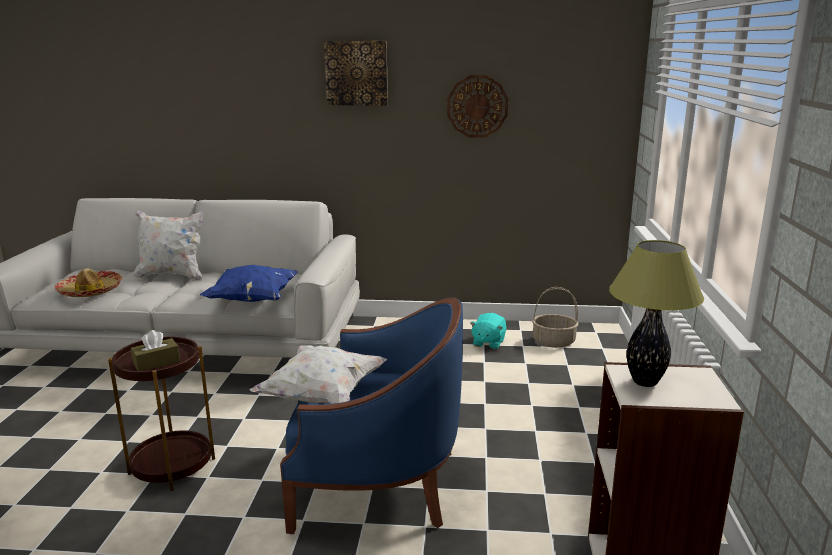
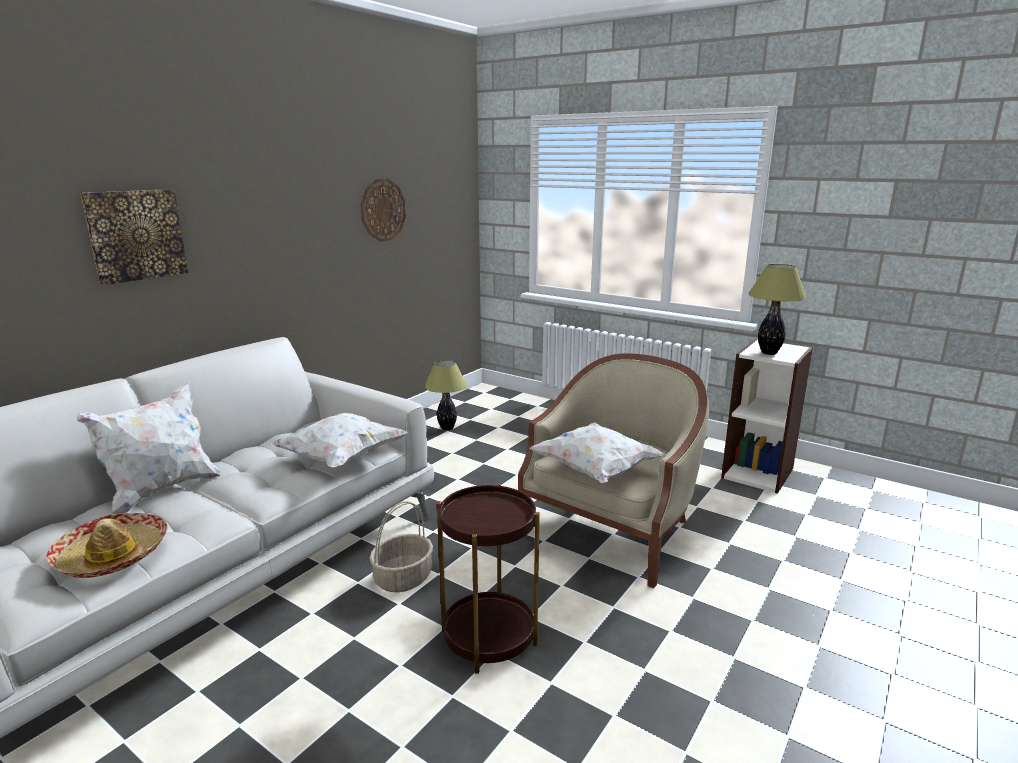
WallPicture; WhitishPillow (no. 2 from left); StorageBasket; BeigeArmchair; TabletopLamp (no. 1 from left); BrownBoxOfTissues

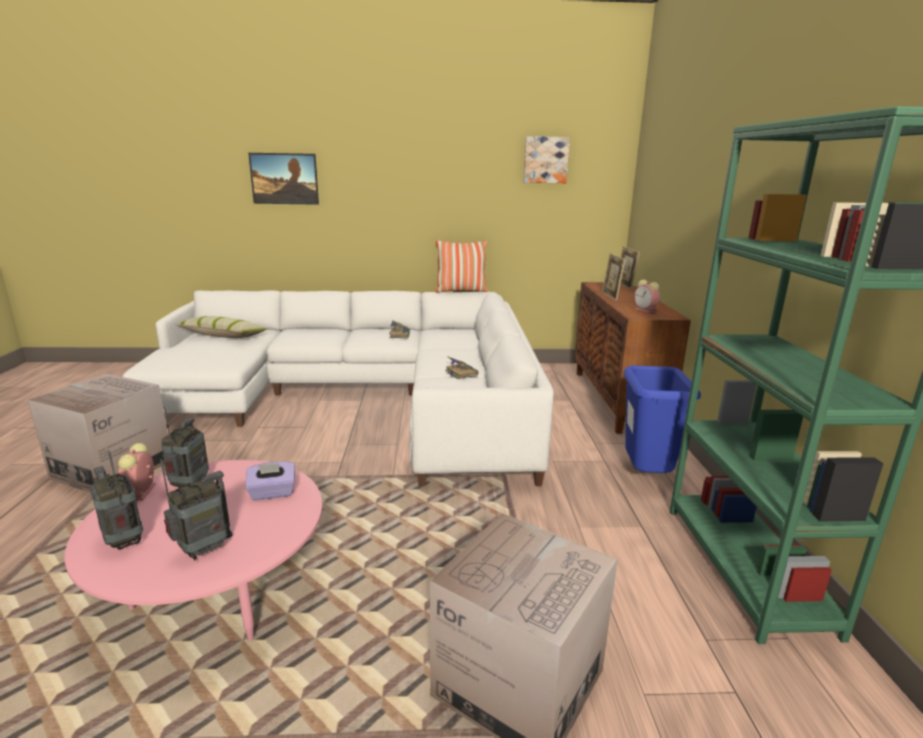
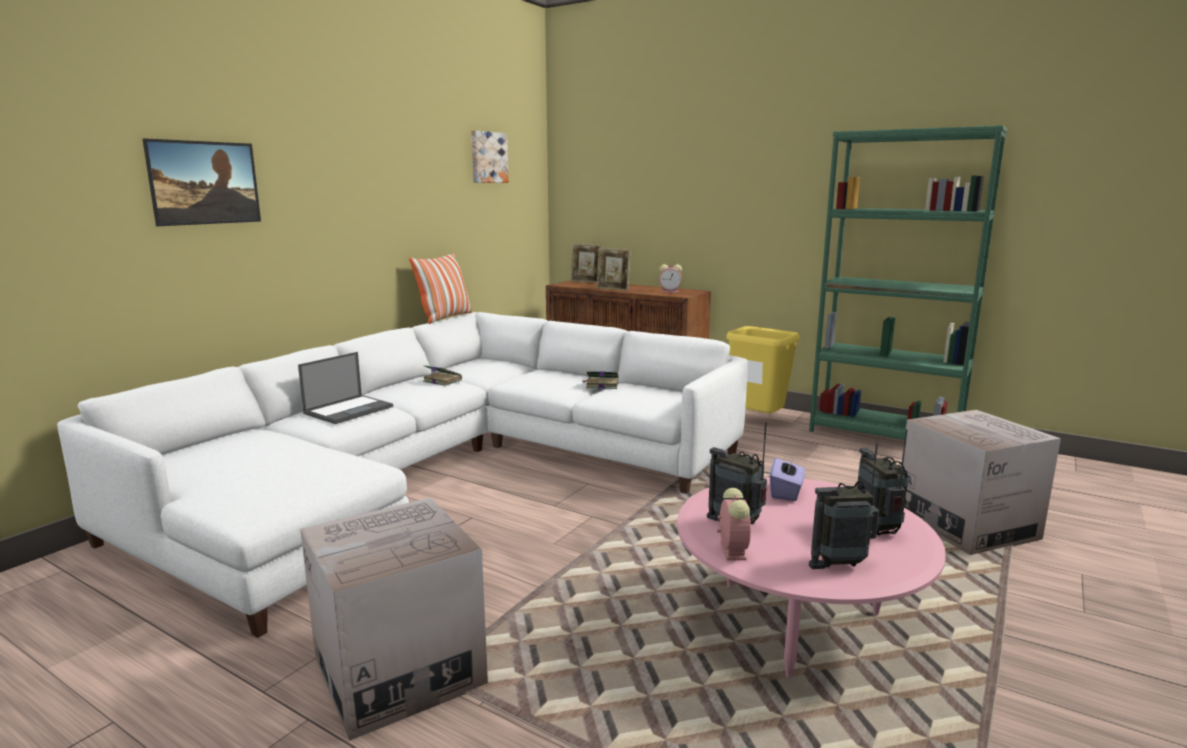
Pillow (no. 1 from left in the first image); YellowishRubbishBin; BedsideClock (no. 2 from left); Laptop

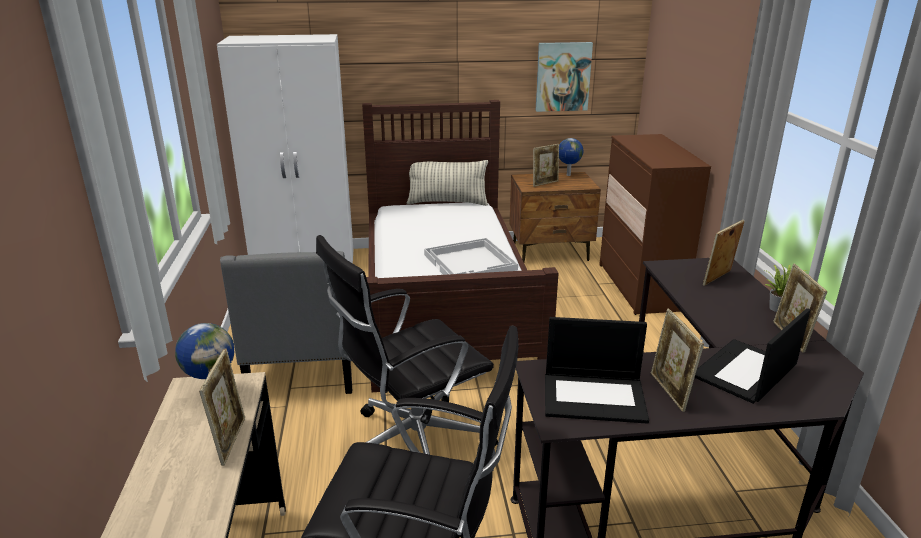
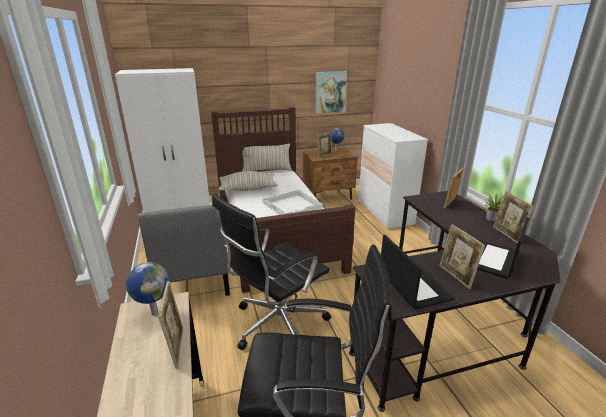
WhitishDrawerChest; Laptop (no. 1 from left); Pillow (no. 1 from left)

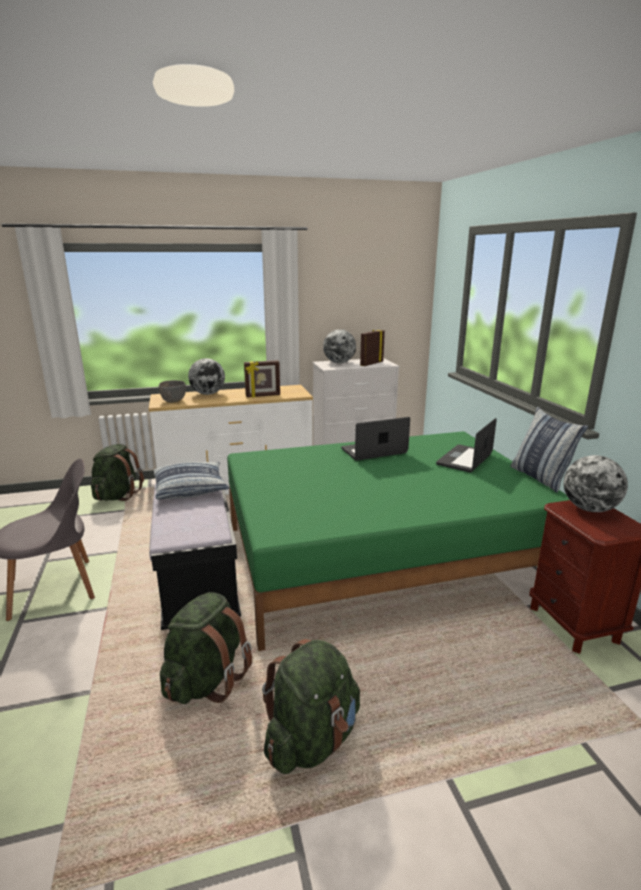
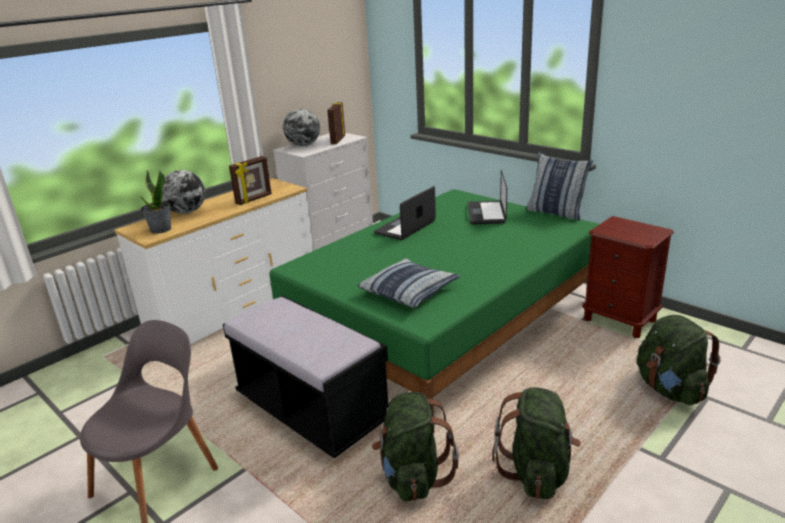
PlantInAPot; GreenishRucksack (no. 3 from left); Globe (no. 3 from left in the first image); Pillow (no. 1 from left)

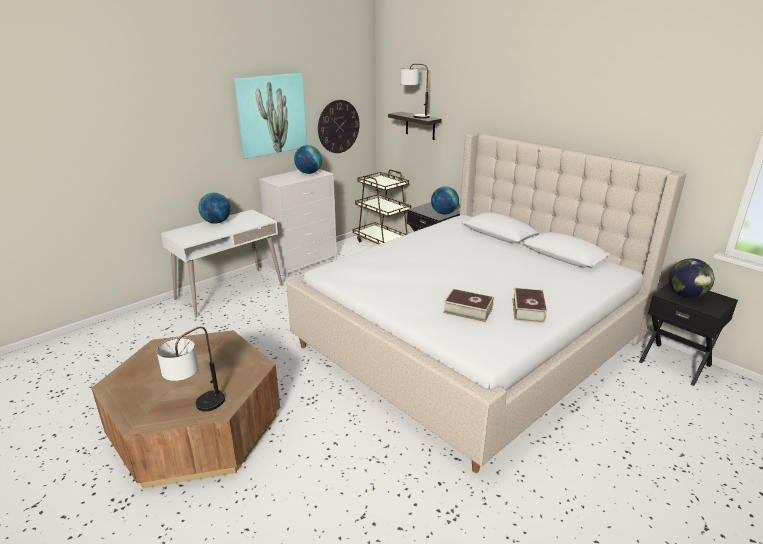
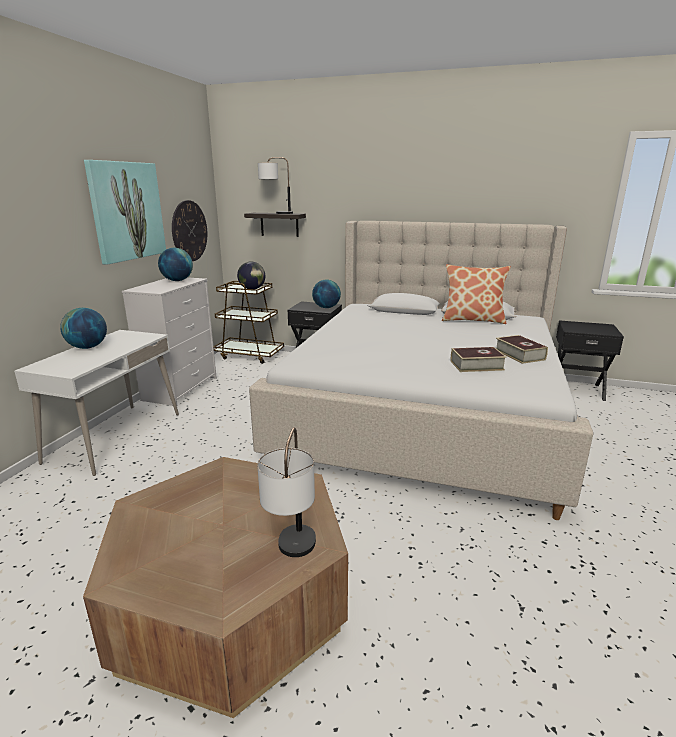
Globe (no. 3 from left); Pillow

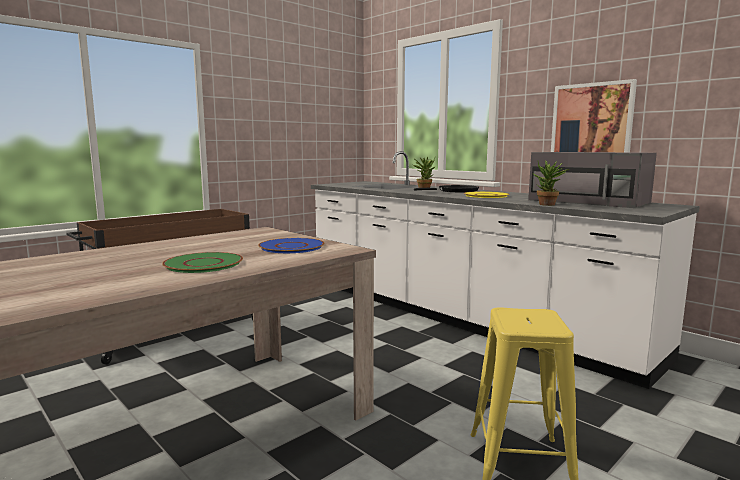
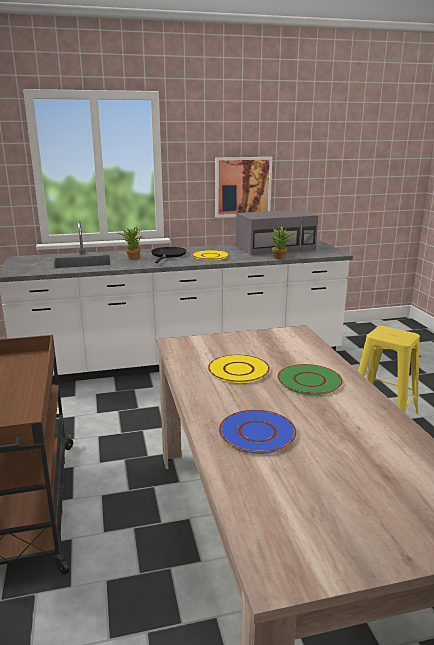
BlueDinnerPlate; YellowishDinnerPlate (no. 2 from left)

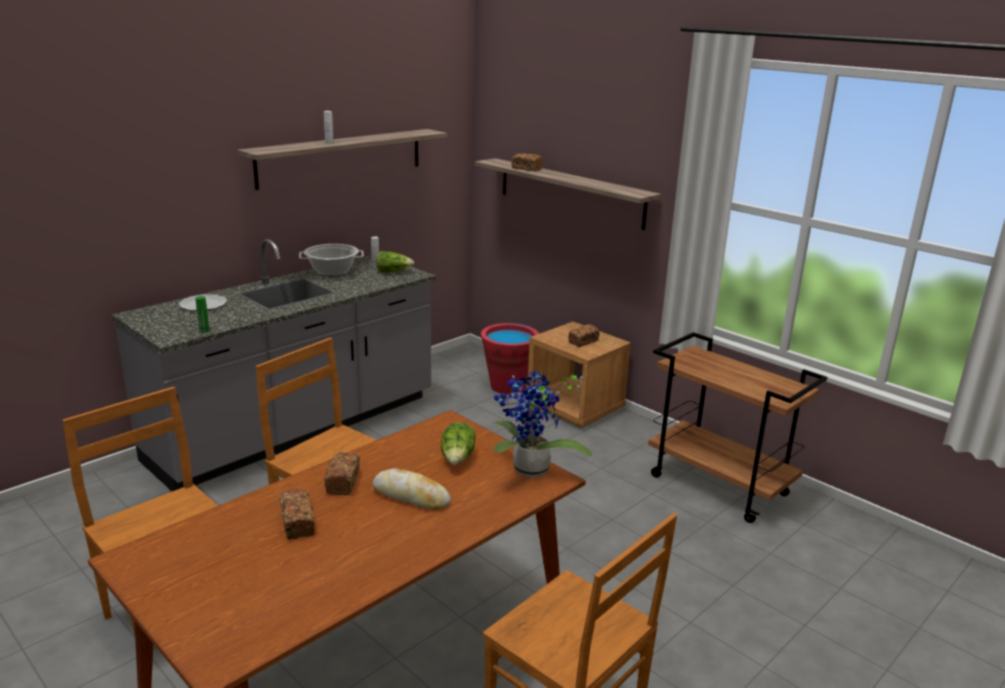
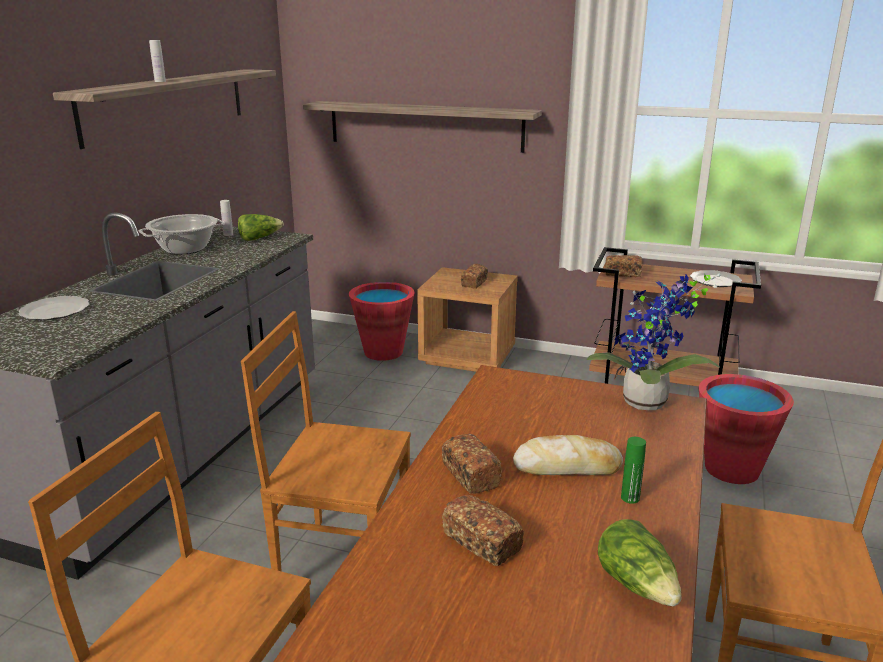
Bread (no. 5 from left); GreenishBeverageBottle; LettuceHead (no. 2 from left); DinnerPlate (no. 2 from left); RedColouredPail (no. 2 from left)

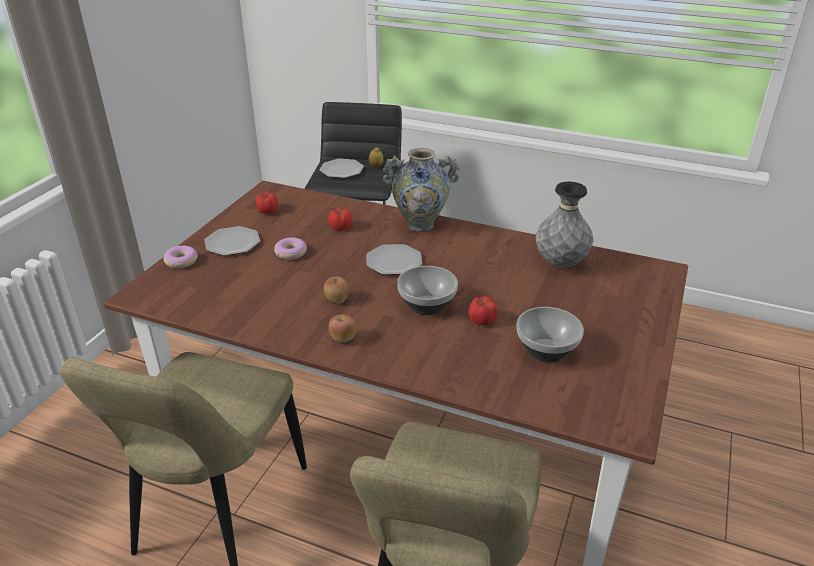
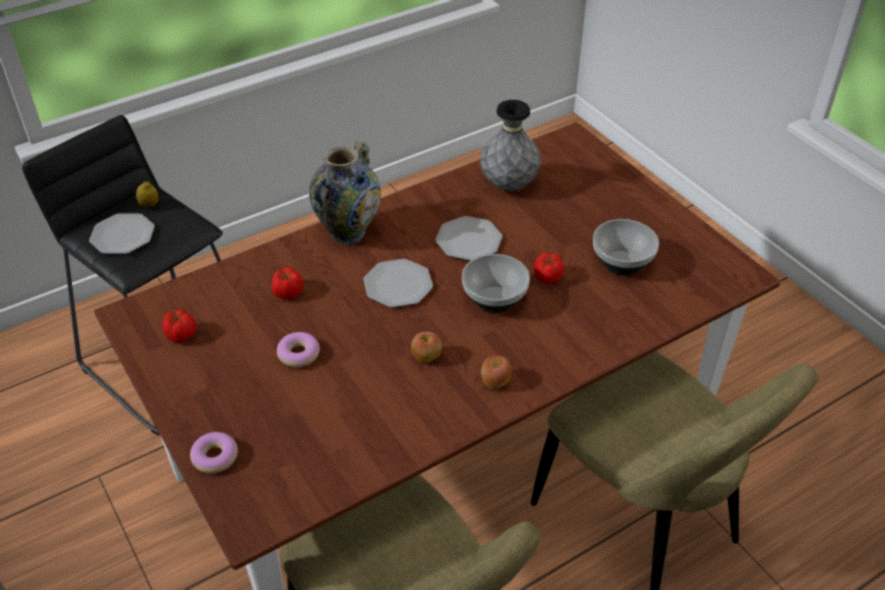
DinnerPlate (no. 3 from left)

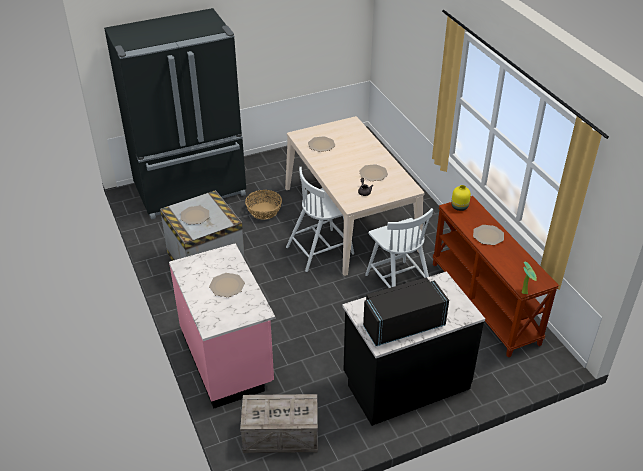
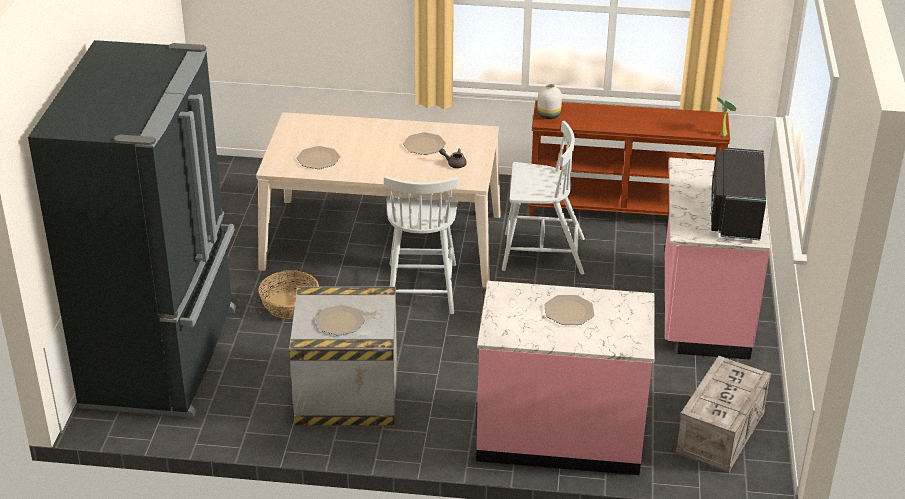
WhitishVase; DinnerPlate (no. 5 from left in the first image); PinkishCounter (no. 2 from left)

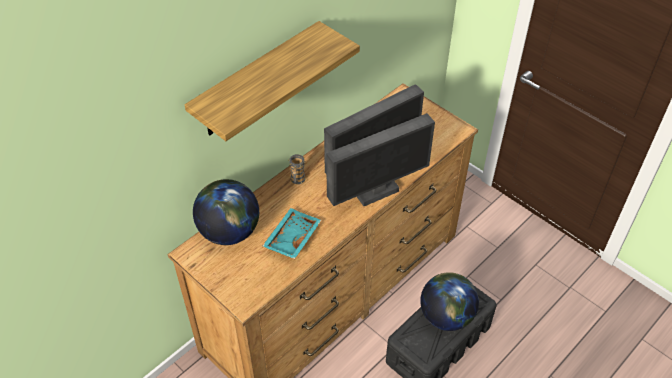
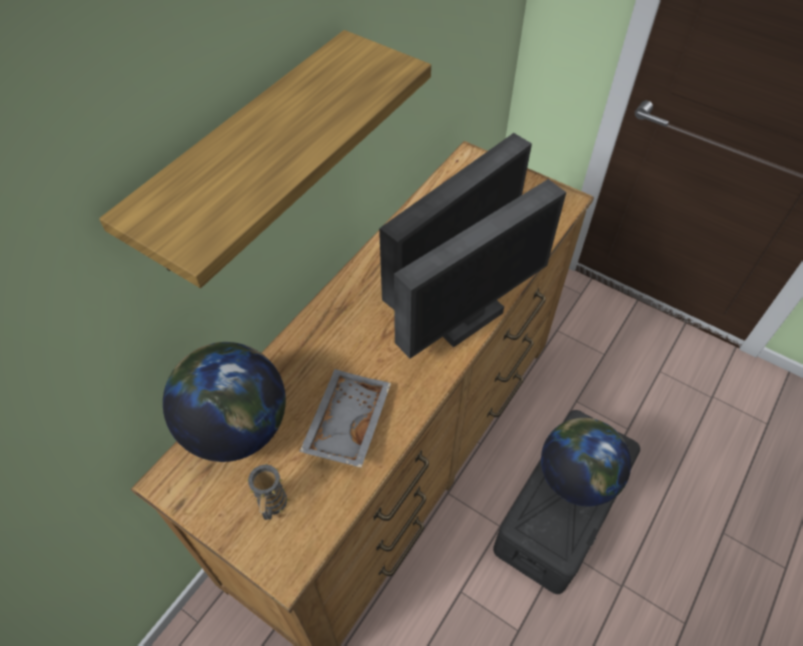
Mug; GrayCarryingTray

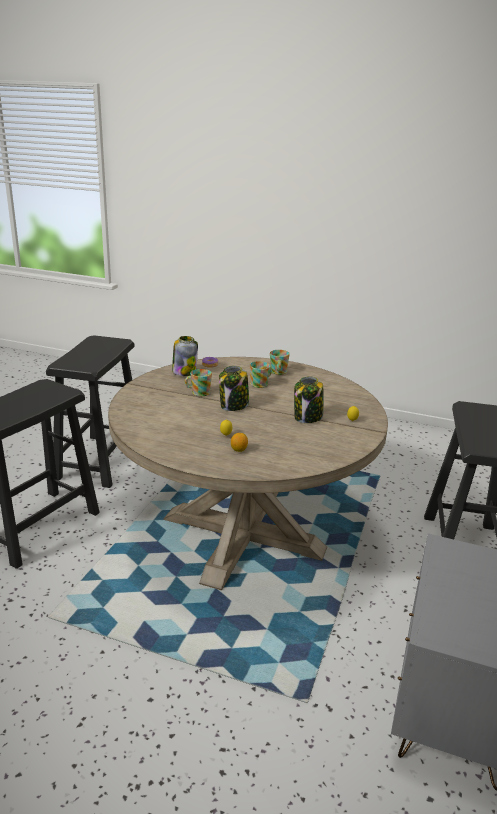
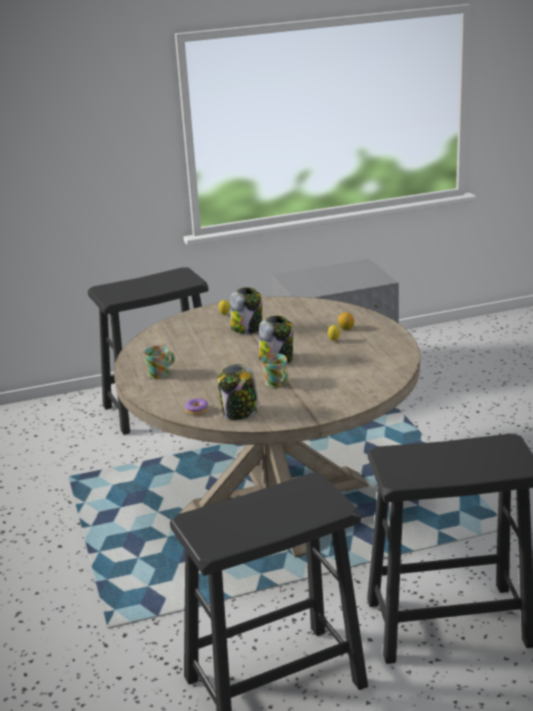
Mug (no. 2 from left in the first image)

